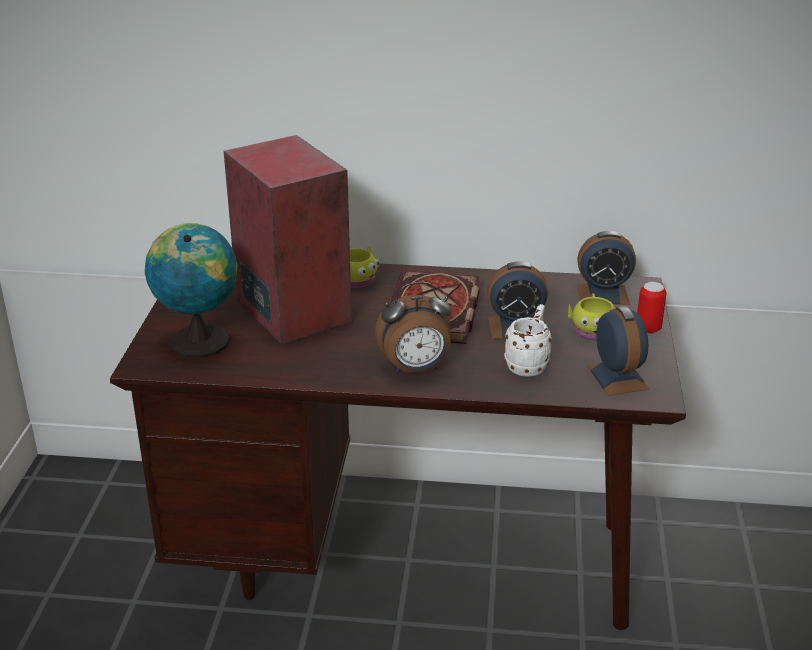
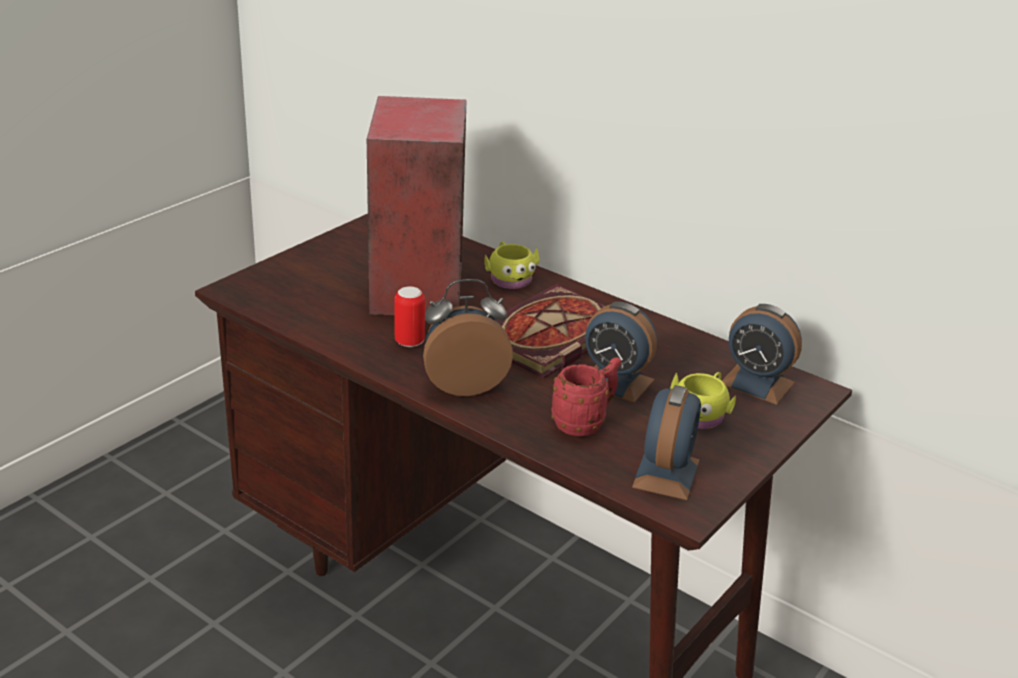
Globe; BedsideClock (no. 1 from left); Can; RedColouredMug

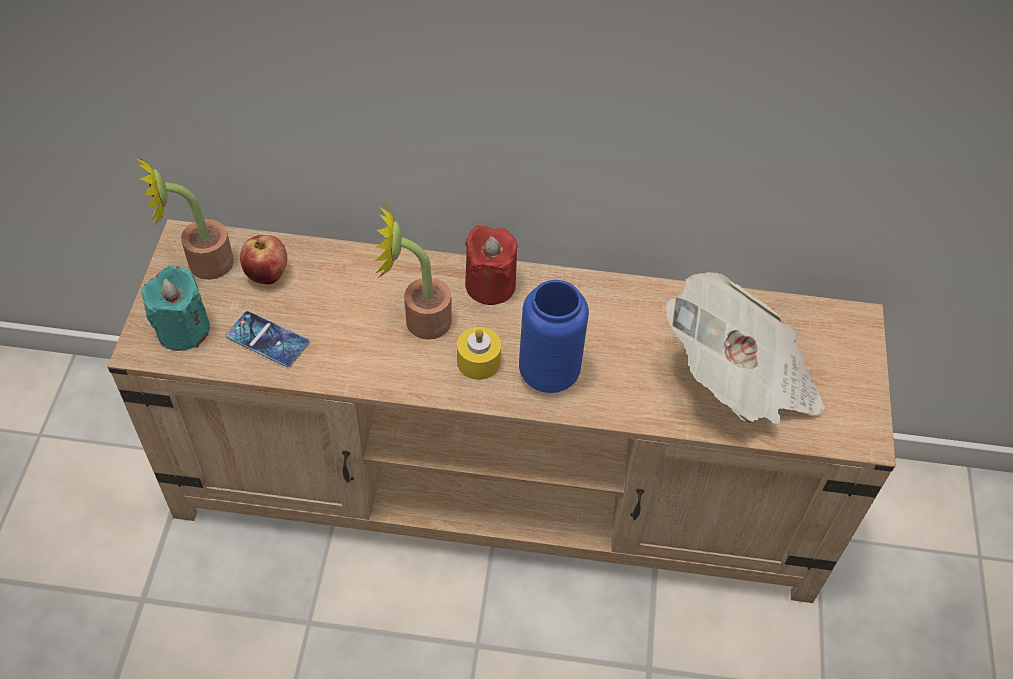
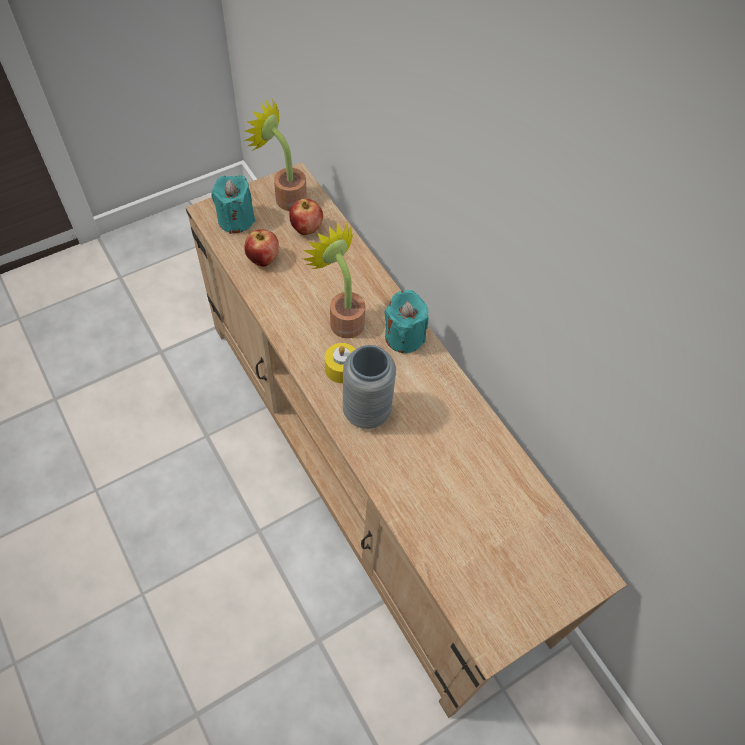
BlueGreenWaxCandle (no. 2 from left); PrintedPaper; GrayVase; Apple (no. 1 from left)

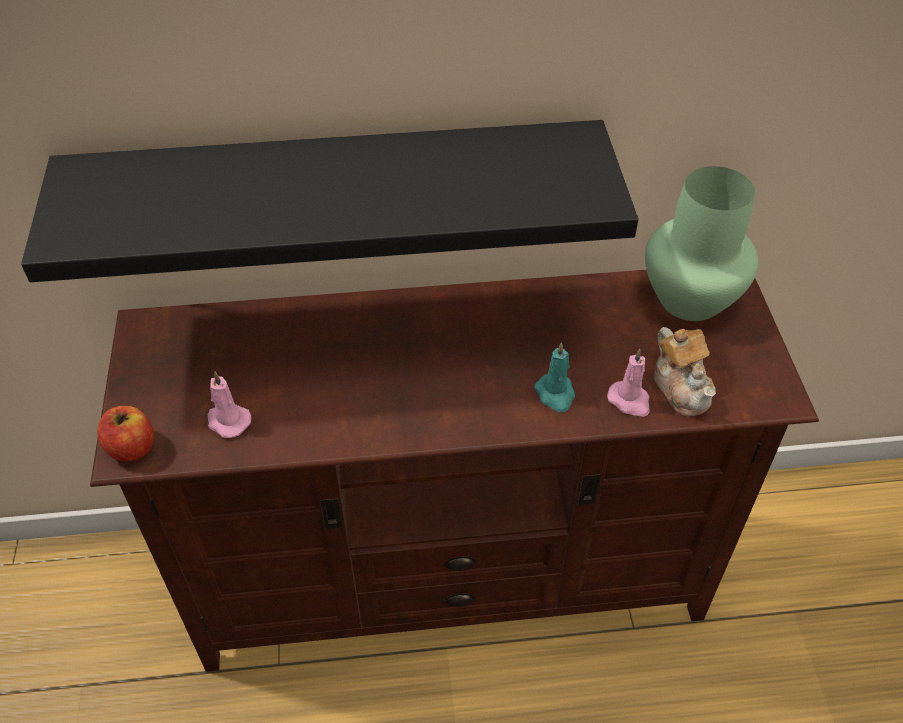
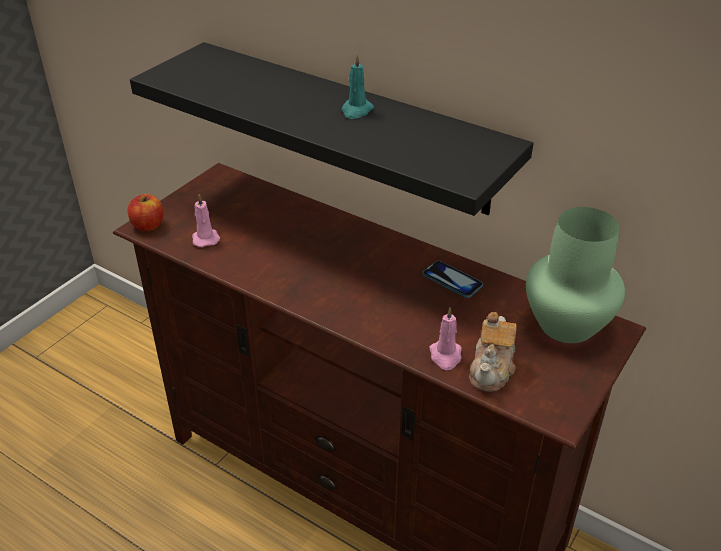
BlueGreenWaxCandle; Handset

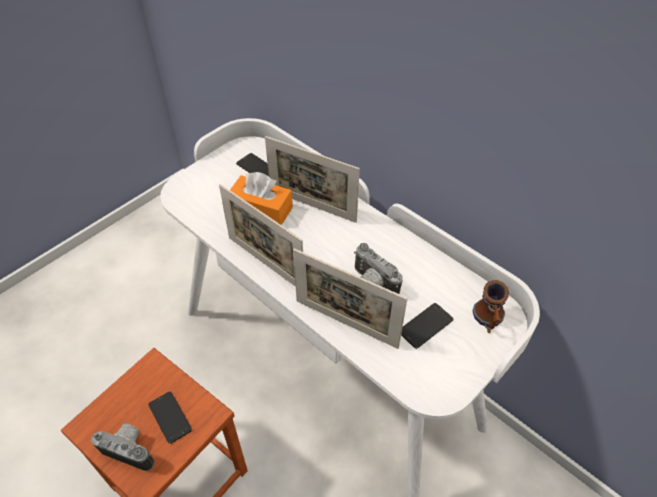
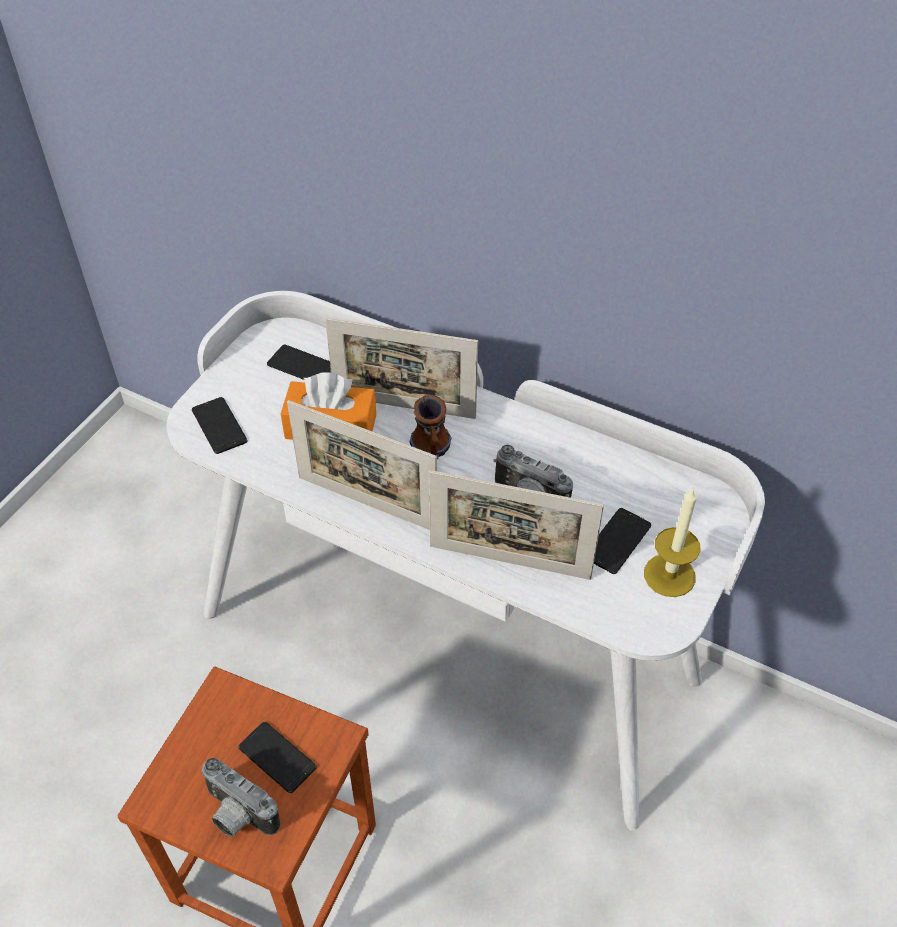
Mug; PhotoCamera (no. 1 from left); Handset (no. 1 from left); WaxCandle

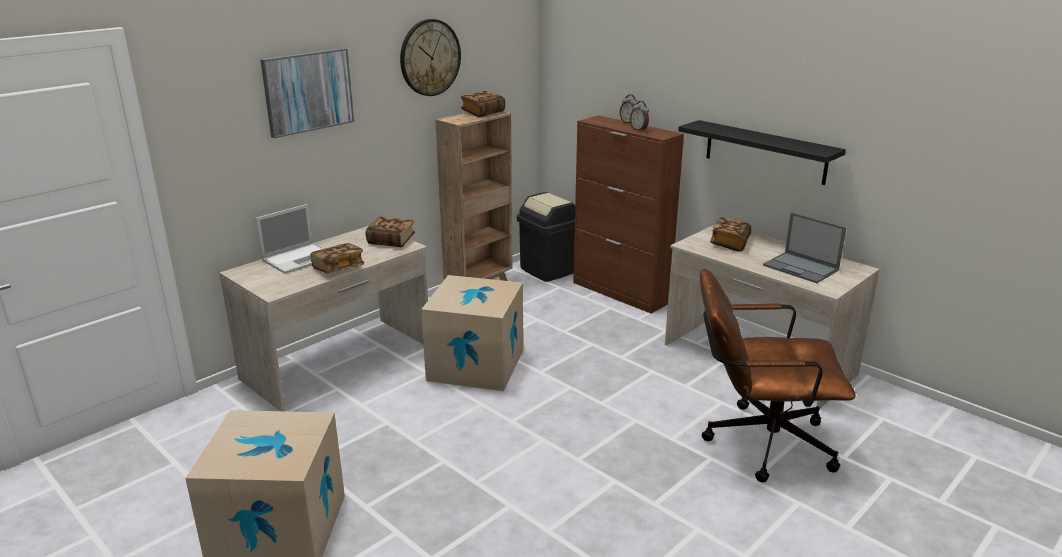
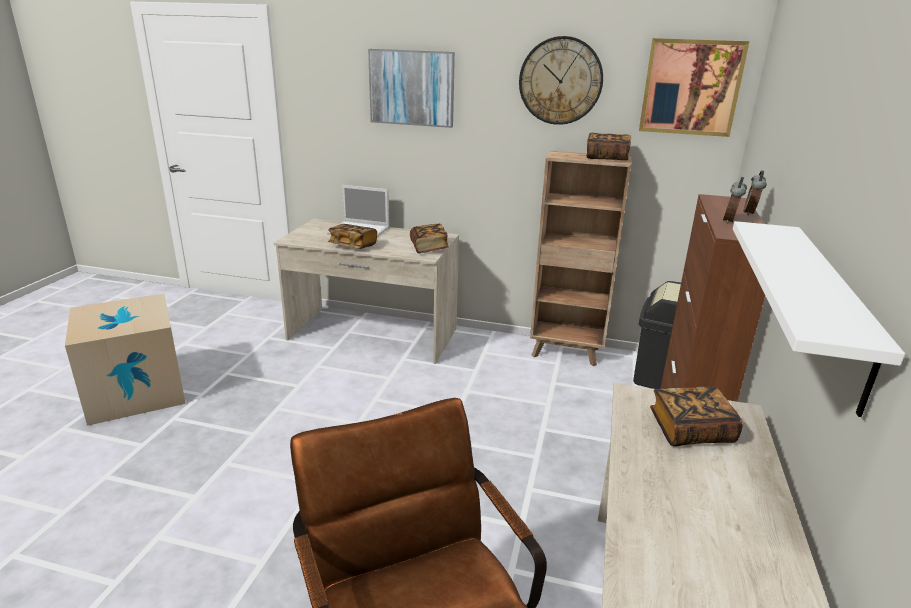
WhitishWallShelf; Laptop (no. 2 from left in the first image); PackingBox (no. 2 from left in the first image); WallPicture (no. 2 from left)

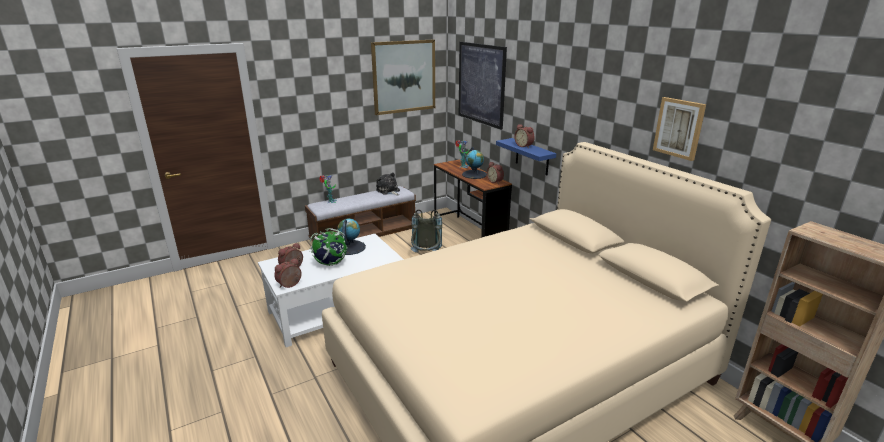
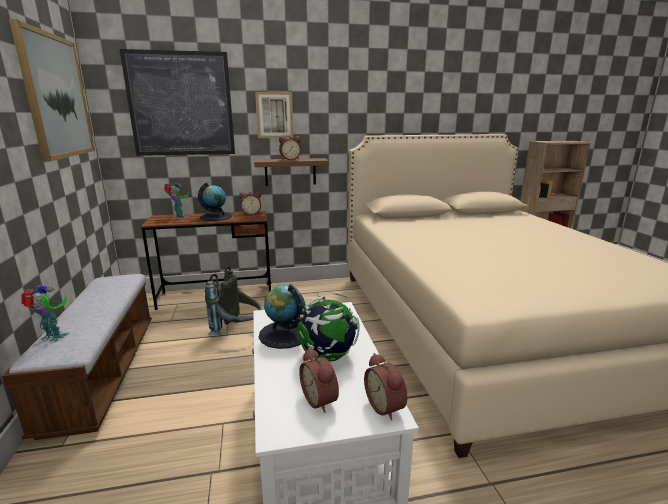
WallPicture (no. 3 from left); BrownWallShelf; PlushToy

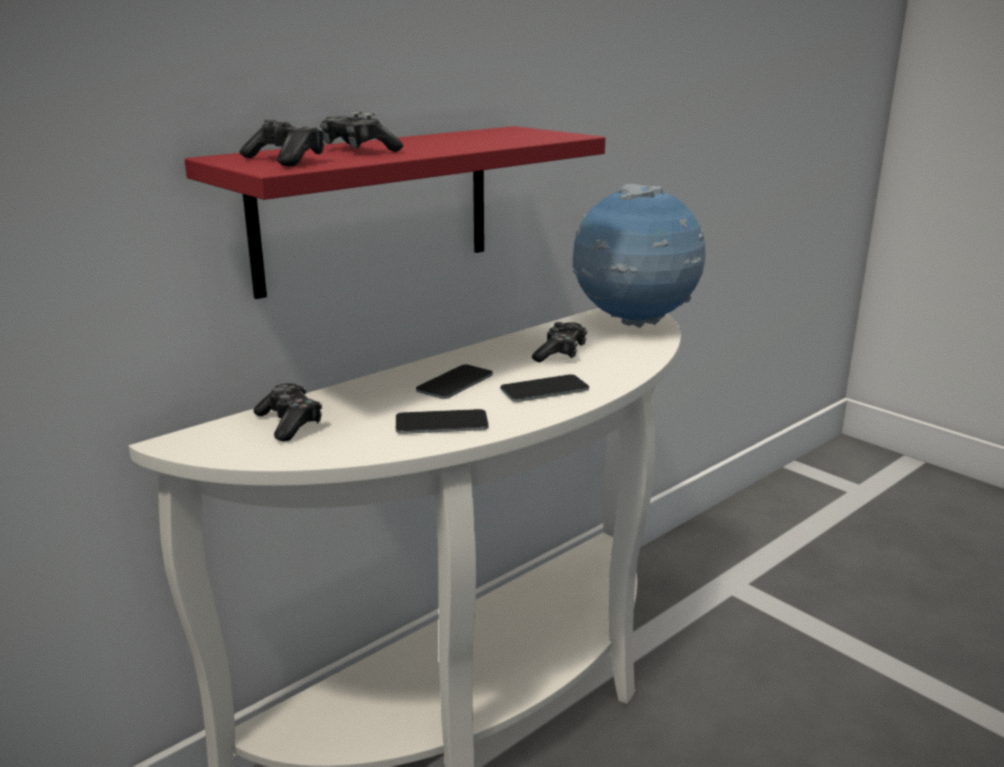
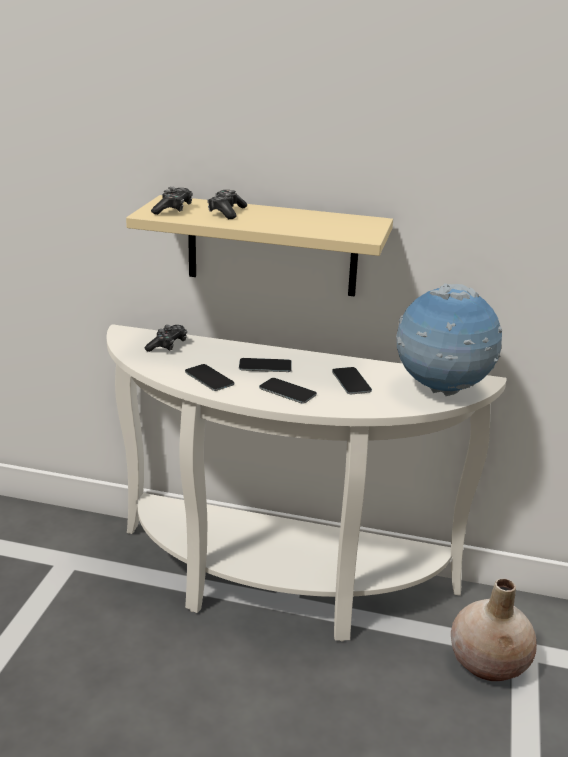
BeigeWallShelf; Handset (no. 4 from left); BeigeVase

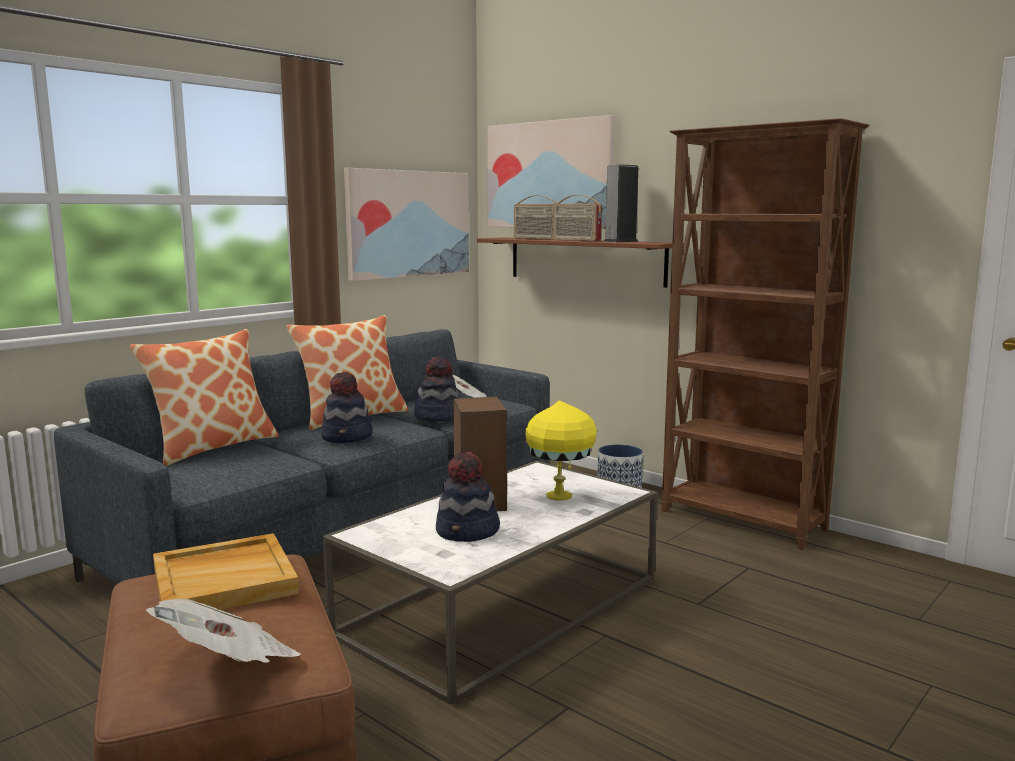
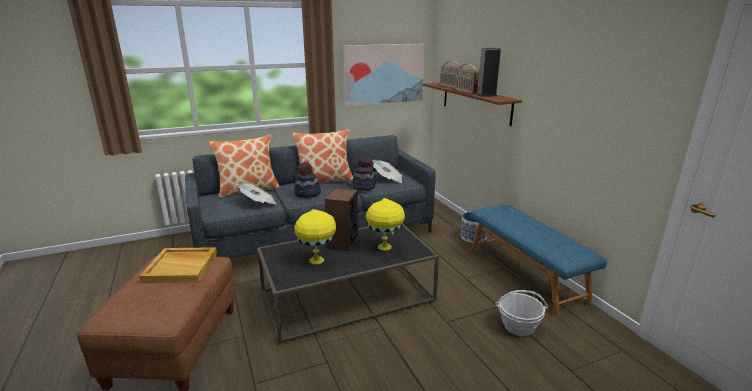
WallPicture (no. 2 from left in the first image); BlueLongSeat; YellowishTabletopLamp (no. 1 from left); BlackishLoungeTable; PrintedPaper (no. 1 from left); StorageBasket

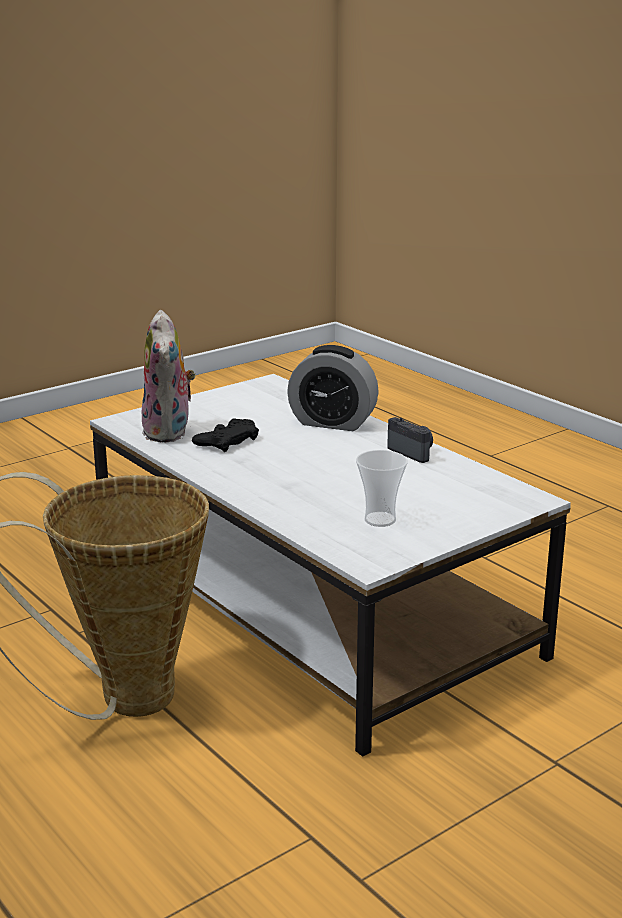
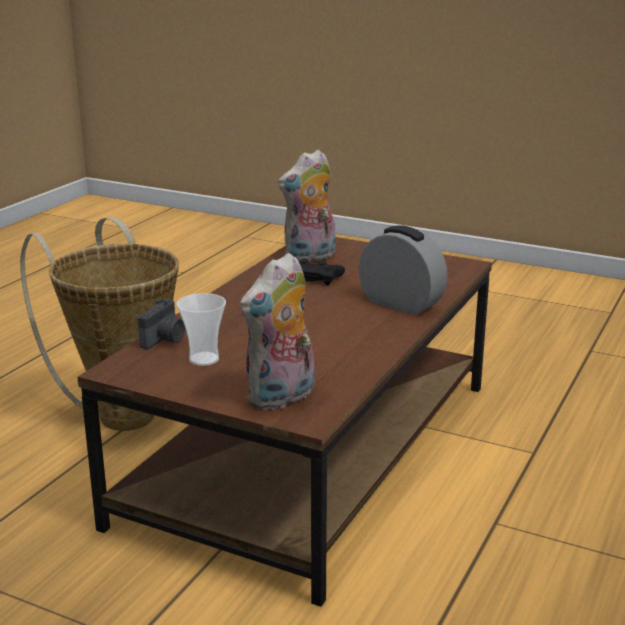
BedsideClock; BrownLoungeTable; PhotoCamera; PlushToy (no. 1 from left)

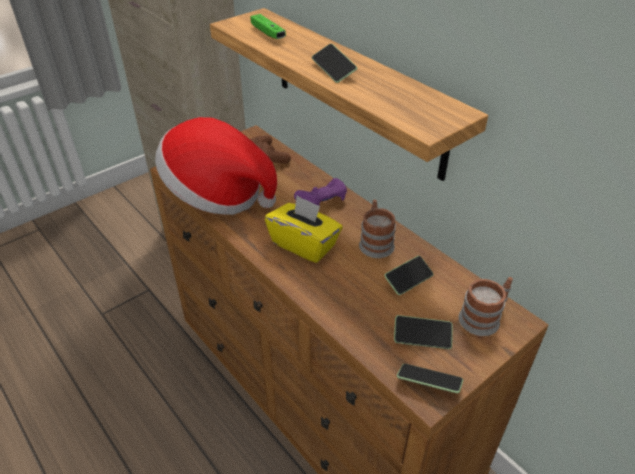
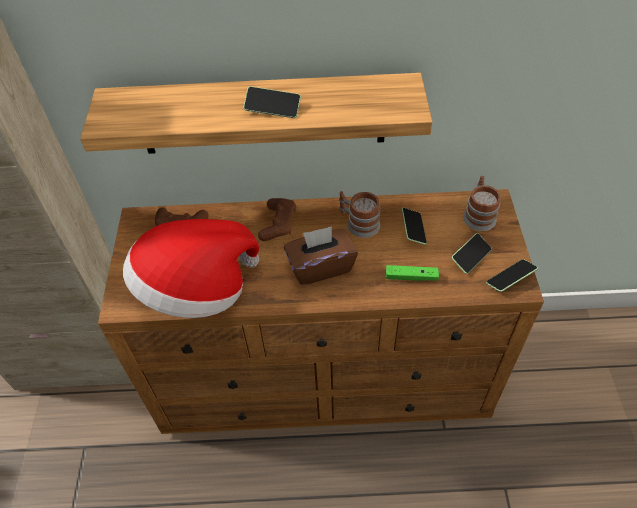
GreenishGamepad; BrownGamepad (no. 2 from left); BrownBoxOfTissues

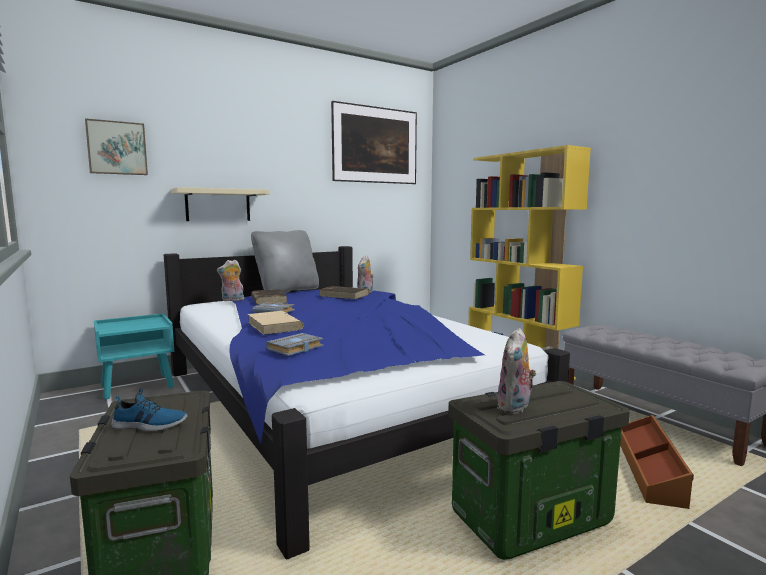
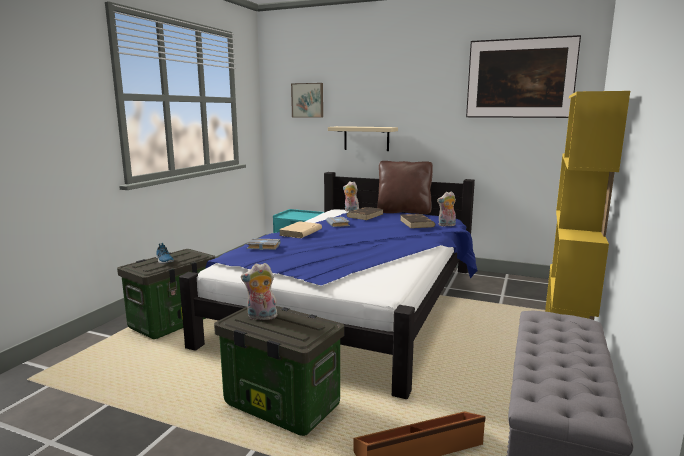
BrownPillow

